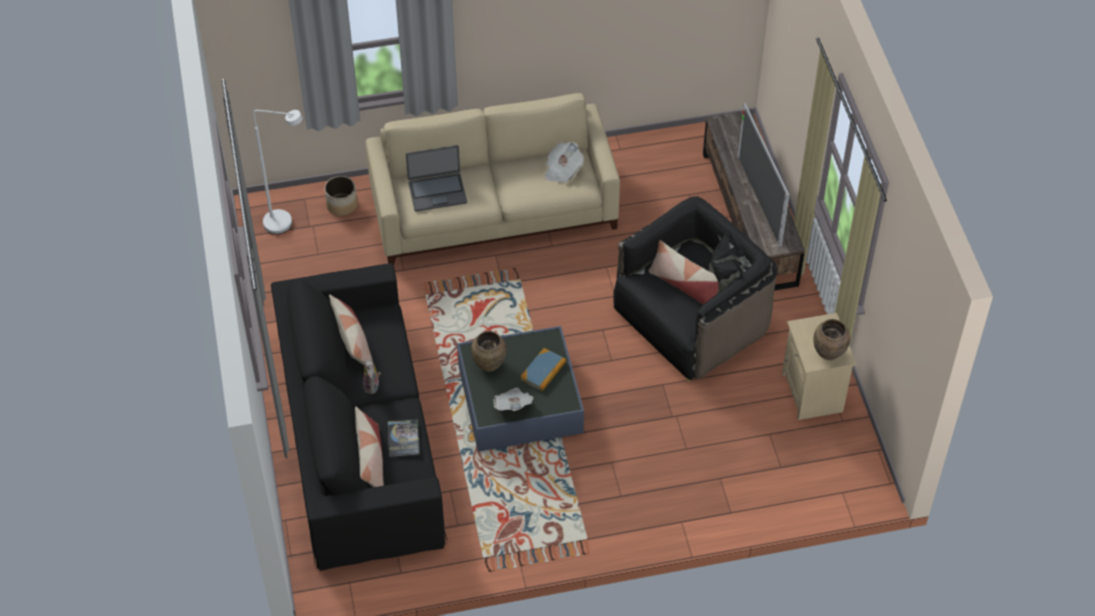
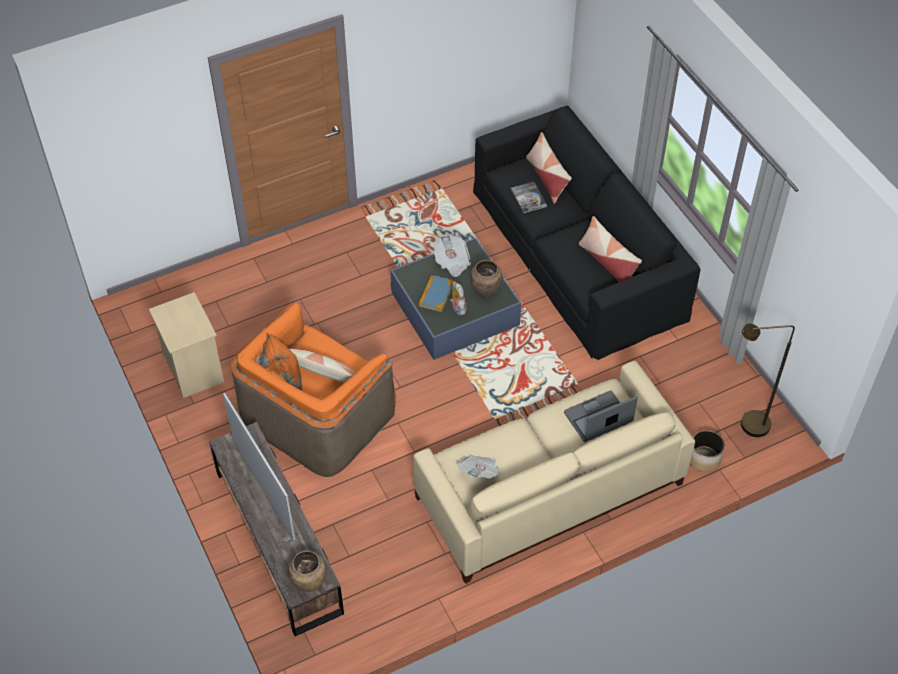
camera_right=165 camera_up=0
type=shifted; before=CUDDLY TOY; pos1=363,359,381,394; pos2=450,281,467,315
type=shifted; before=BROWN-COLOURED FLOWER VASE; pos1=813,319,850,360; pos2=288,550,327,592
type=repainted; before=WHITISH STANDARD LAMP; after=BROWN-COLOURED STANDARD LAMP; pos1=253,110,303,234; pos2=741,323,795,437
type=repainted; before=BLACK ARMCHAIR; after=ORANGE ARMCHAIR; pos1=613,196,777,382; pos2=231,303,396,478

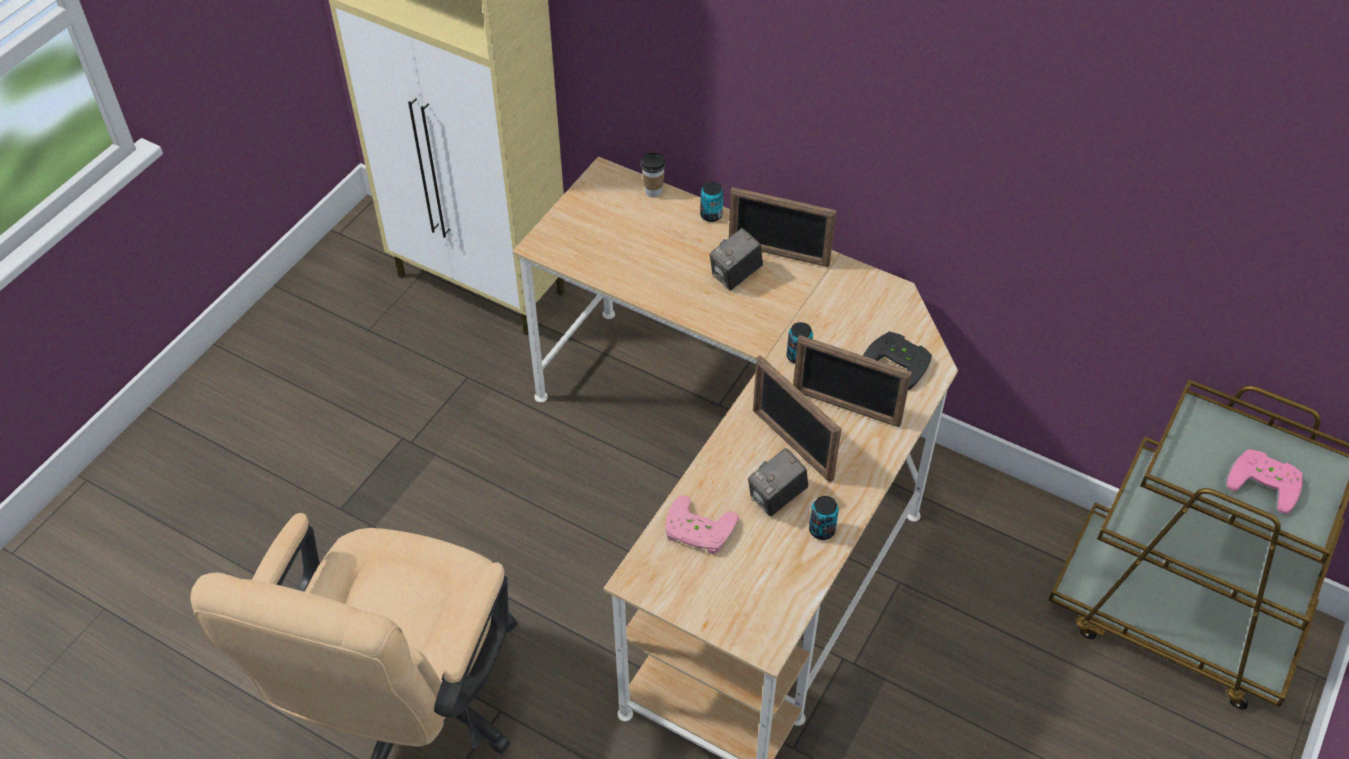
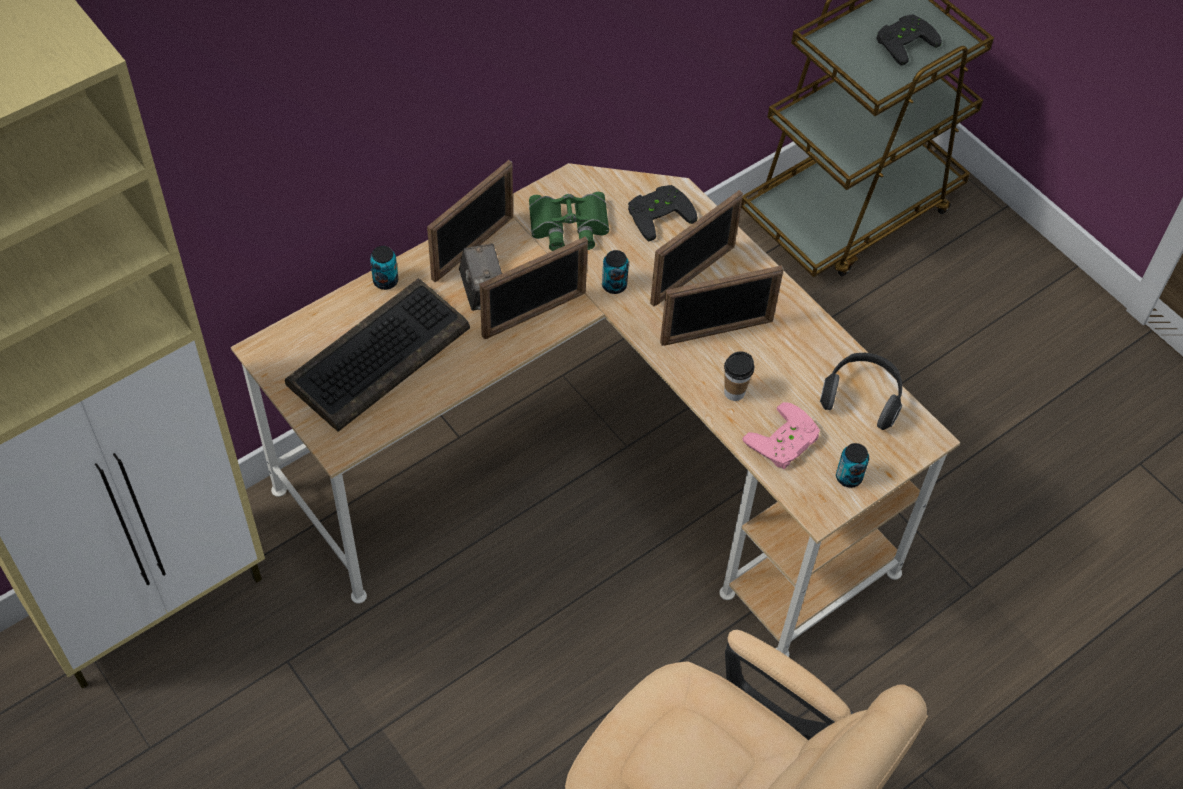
camera_right=-70 camera_up=5
type=gone; before=PHOTO CAMERA; pos1=748,448,808,517
type=new; after=PC KEYBOARD; pos2=285,279,470,432
type=new; after=STANDING FRAME; pos2=480,236,588,339
type=new; after=GREENISH PAIR OF BINOCULARS; pos2=529,192,609,251
type=new; after=HEADPHONES; pos2=820,353,902,430
type=shifted; before=SMALL CUP; pos1=641,152,666,198; pos2=724,351,754,401
type=shifted; before=METAL CAN; pos1=809,496,839,540; pos2=836,443,869,488
type=repainted; before=PINK-COLOURED JOYPAD; after=BLACK JOYPAD; pos1=1227,449,1302,514; pos2=876,14,942,66

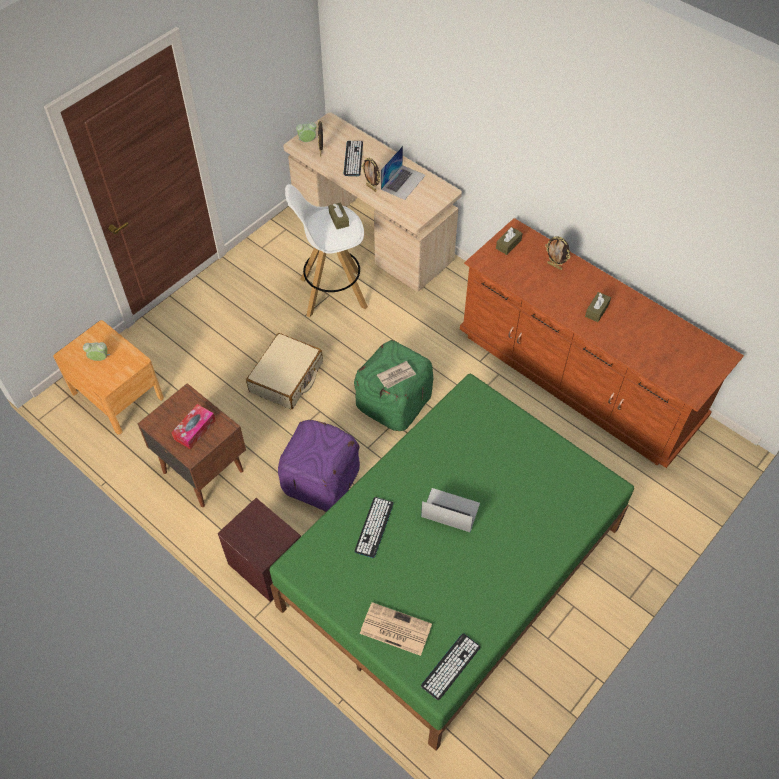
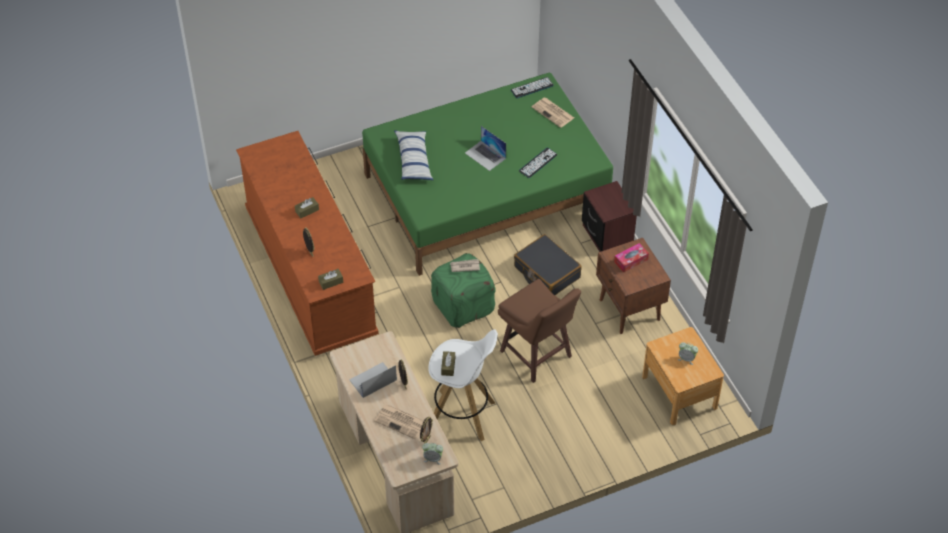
camera_right=-155 camera_up=-5
type=new; after=PILLOW; pos2=394,130,433,180
type=swapped; before=BEIGE-COLOURED PIECE OF LUGGAGE; after=BROWN-COLOURED STOOL SEAT; pos1=246,333,323,409; pos2=498,279,581,383
type=swapped; before=PURPLE-COLOURED OTTOMAN; after=BLACK PIECE OF LUGGAGE; pos1=278,420,360,512; pos2=514,234,582,295
type=swapped; before=PC KEYBOARD; after=DAILY PAPER; pos1=344,141,363,176; pos2=374,404,424,440

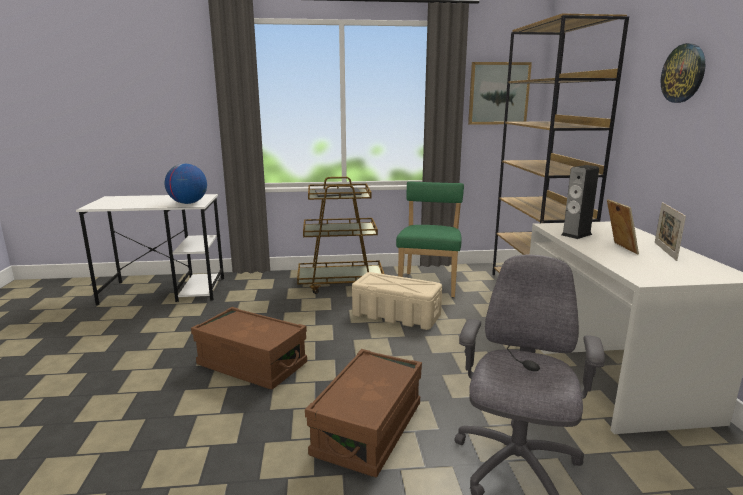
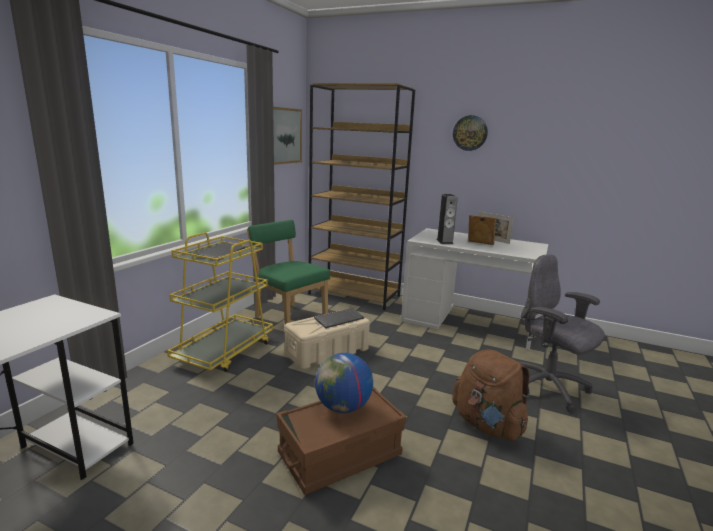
camera_right=-60 camera_up=0
type=new; after=PC KEYBOARD; pos2=314,308,364,329
type=shifted; before=GLOBE; pos1=165,163,207,204; pos2=315,353,373,413
type=swapped; before=BROWN-COLOURED STORAGE BIN; after=BROWN-COLOURED KNAPSACK; pos1=305,349,422,478; pos2=452,349,530,441
type=repainted; before=BROWN-COLOURED CART; after=YELLOWISH CART; pos1=297,177,384,294; pos2=167,232,273,372

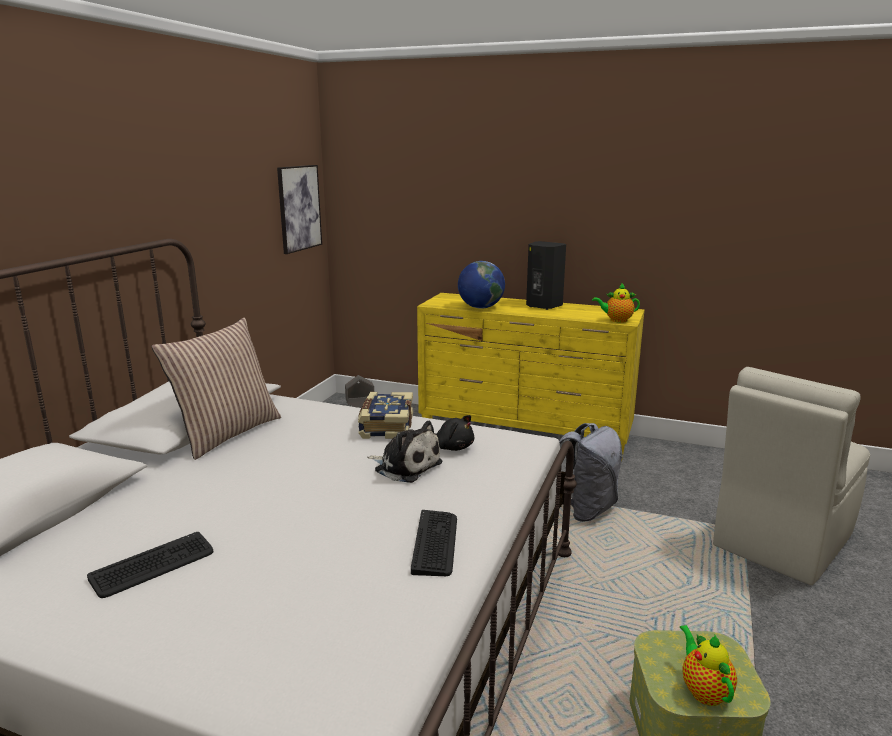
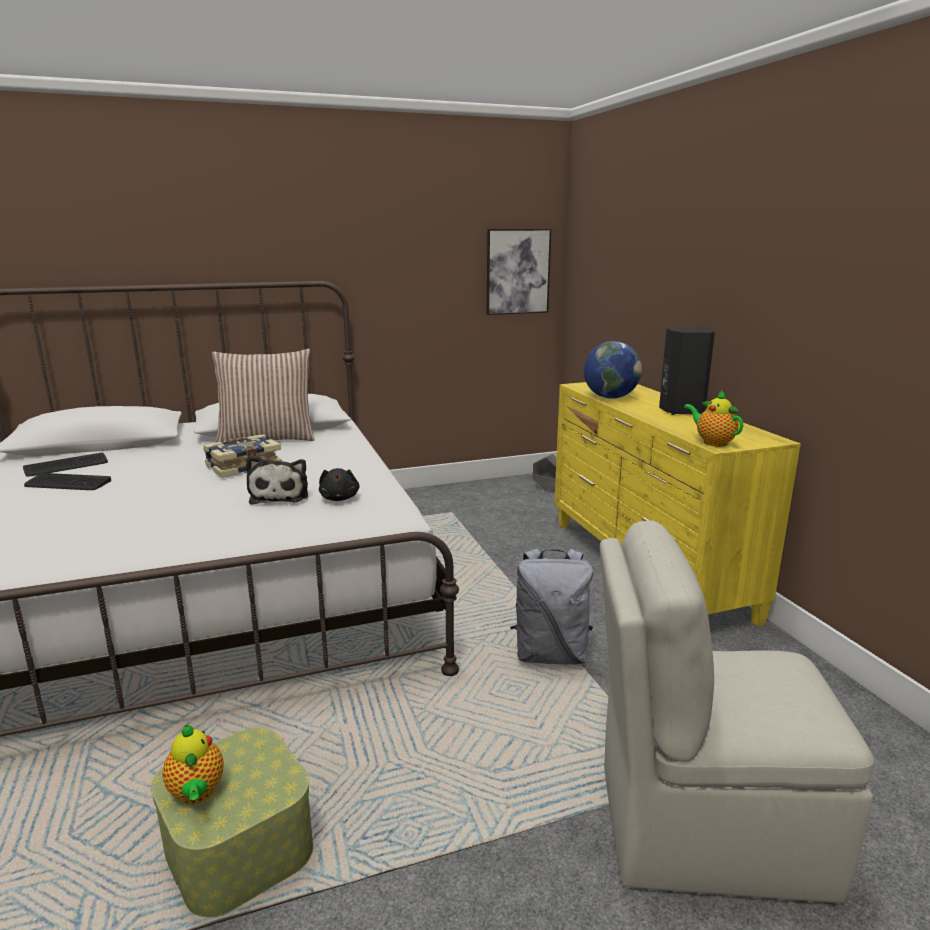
camera_right=50 camera_up=0
type=shifted; before=BOOK; pos1=358,392,413,439; pos2=203,434,282,478
type=shifted; before=PC KEYBOARD; pos1=411,510,457,576; pos2=23,453,108,477
type=rotated; before=TEAPOT; pos1=680,625,737,706; pos2=162,723,224,804; turn=120

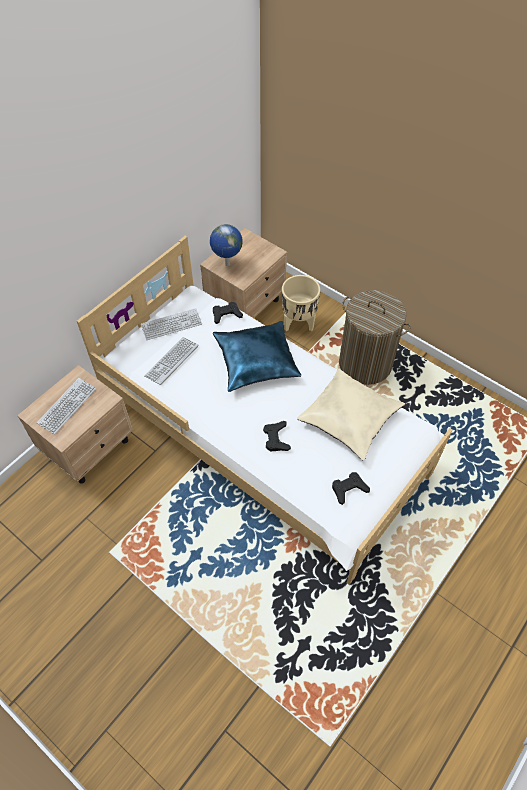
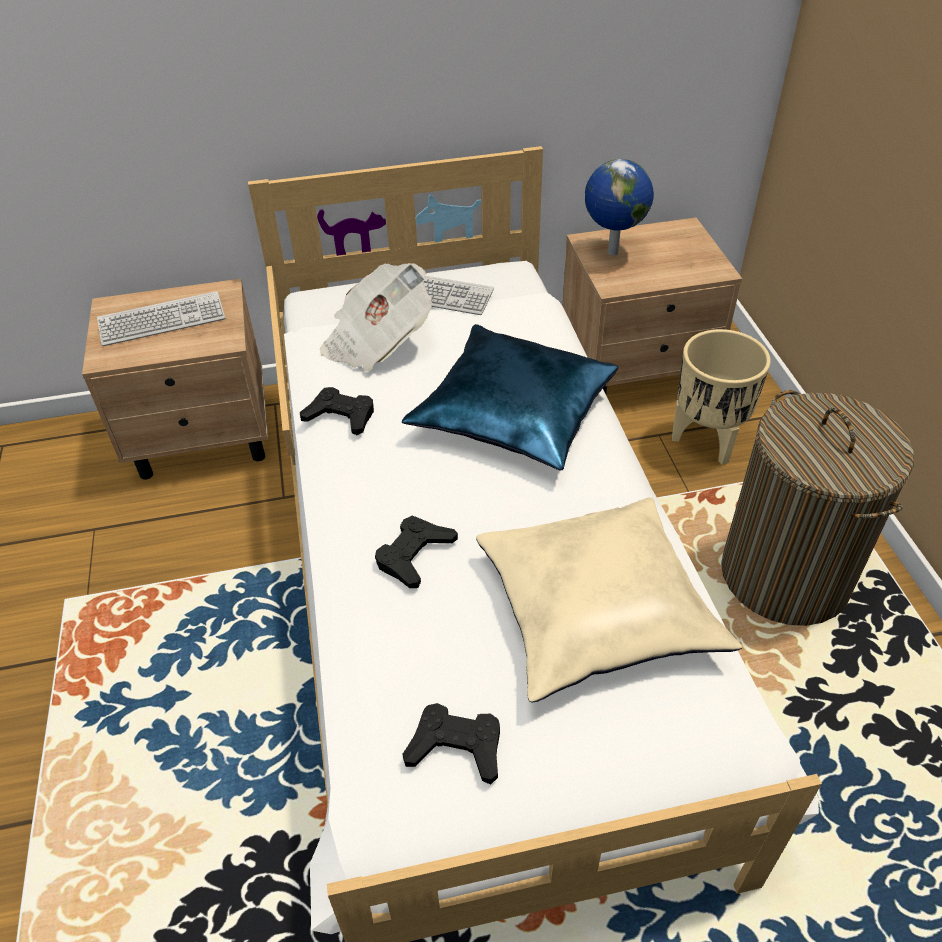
camera_right=40 camera_up=-10
type=shifted; before=BLACK JOYPAD; pos1=213,302,243,324; pos2=300,387,374,435
type=swapped; before=PC KEYBOARD; after=DAILY PAPER; pos1=144,337,199,385; pos2=320,263,432,371

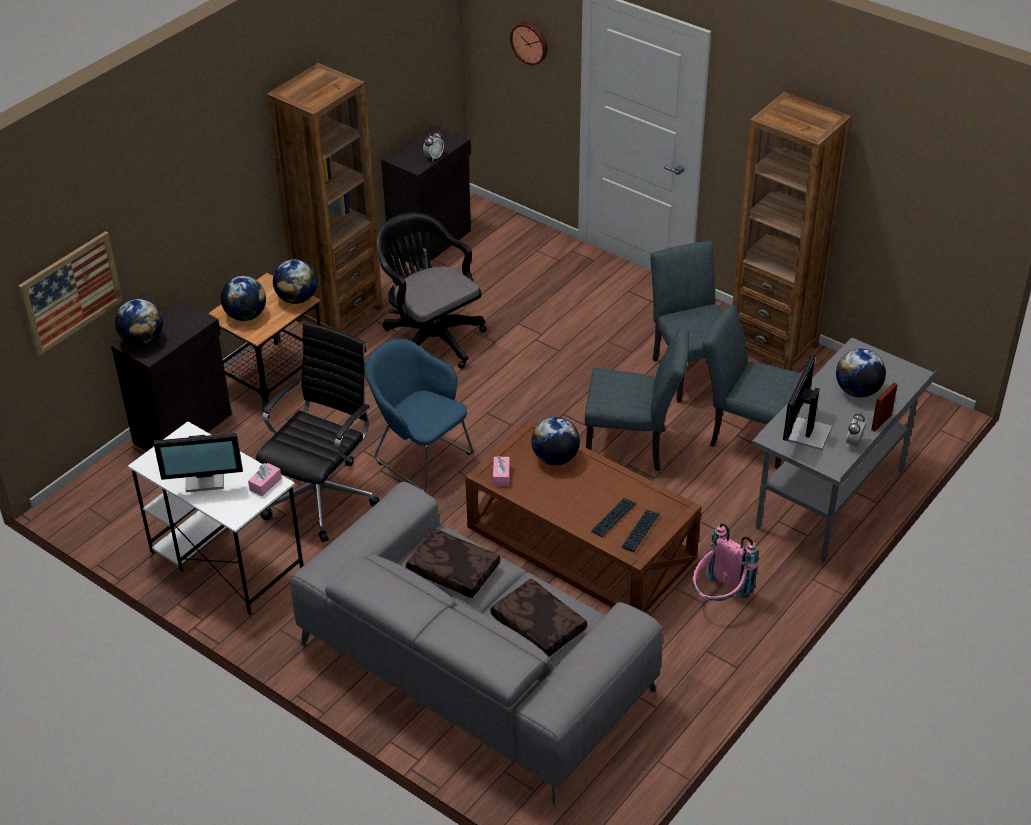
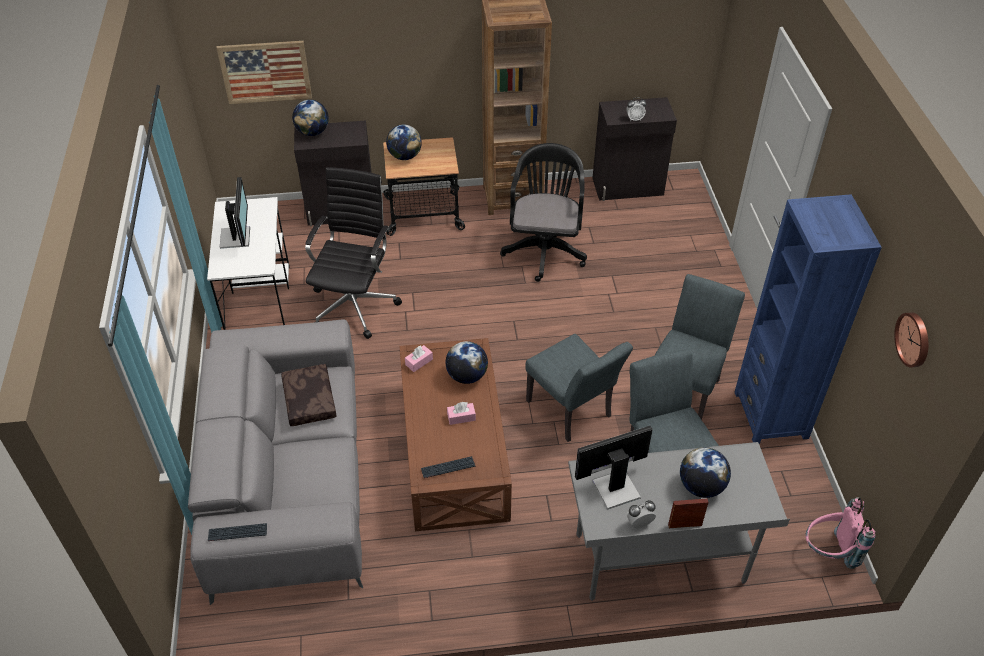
camera_right=45 camera_up=5
type=gone; before=GLOBE; pos1=273,259,317,304
type=gone; before=BLUE ARMCHAIR; pos1=366,338,473,492
type=gone; before=BROWN-COLOURED PILLOW; pos1=490,578,587,657
type=shifted; before=PINK-COLOURED TISSUE BOX; pos1=248,463,282,496; pos2=447,402,476,425
type=shifted; before=WALL CLOCK; pos1=510,23,548,65; pos2=894,312,928,368
type=shifted; before=PC KEYBOARD; pos1=591,498,636,537; pos2=208,523,267,541
type=shifted; before=PINK-COLOURED KNAPSACK; pos1=692,523,759,601; pos2=805,497,876,569
type=repainted; before=BROWN-COLOURED BOOKSHELF; after=BLUE BOOKSHELF; pos1=732,92,852,371; pos2=734,194,882,444
type=rotated; before=COMPUTER SCREEN; pos1=154,433,243,492; pos2=220,177,250,249; turn=-135
type=rotated; before=BLACK OFFICE CHAIR; pos1=256,322,380,542; pos2=305,167,402,339; turn=-60

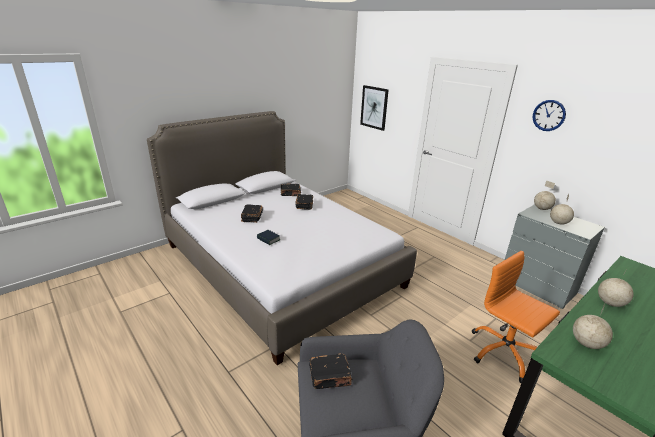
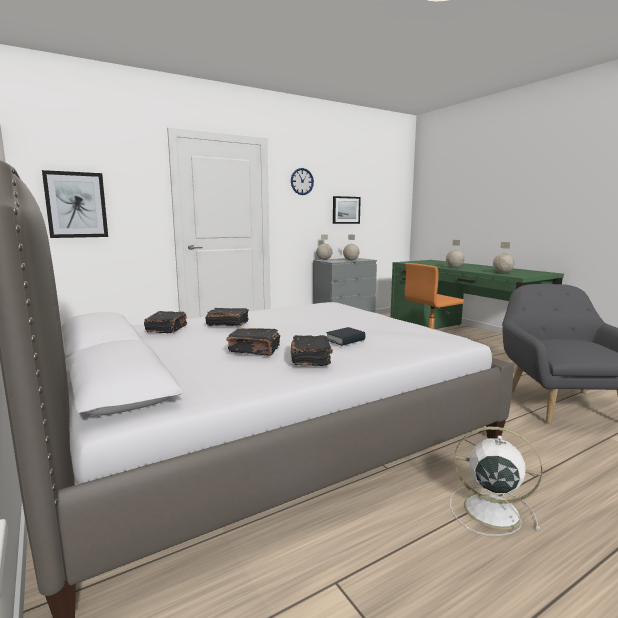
camera_right=-80 camera_up=-15
type=new; after=WALL ART; pos2=333,196,361,224
type=new; after=WHITISH FAN; pos2=450,427,543,536
type=shifted; before=BLACK BOOK; pos1=309,353,353,389; pos2=291,335,333,366

